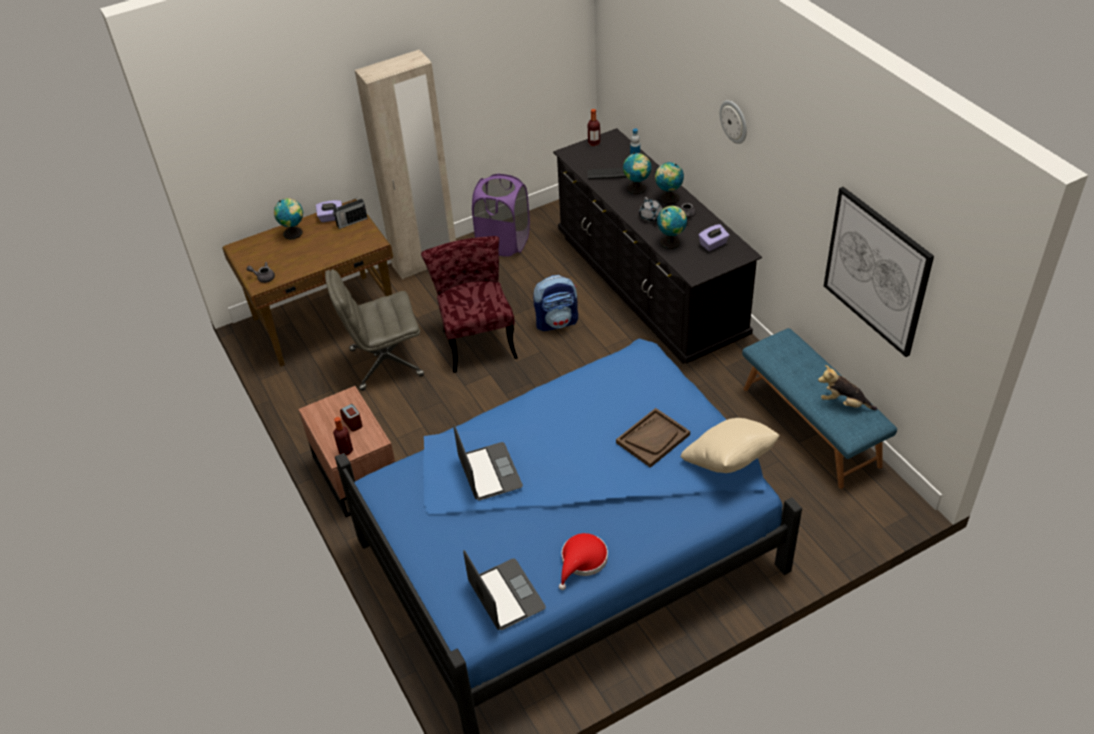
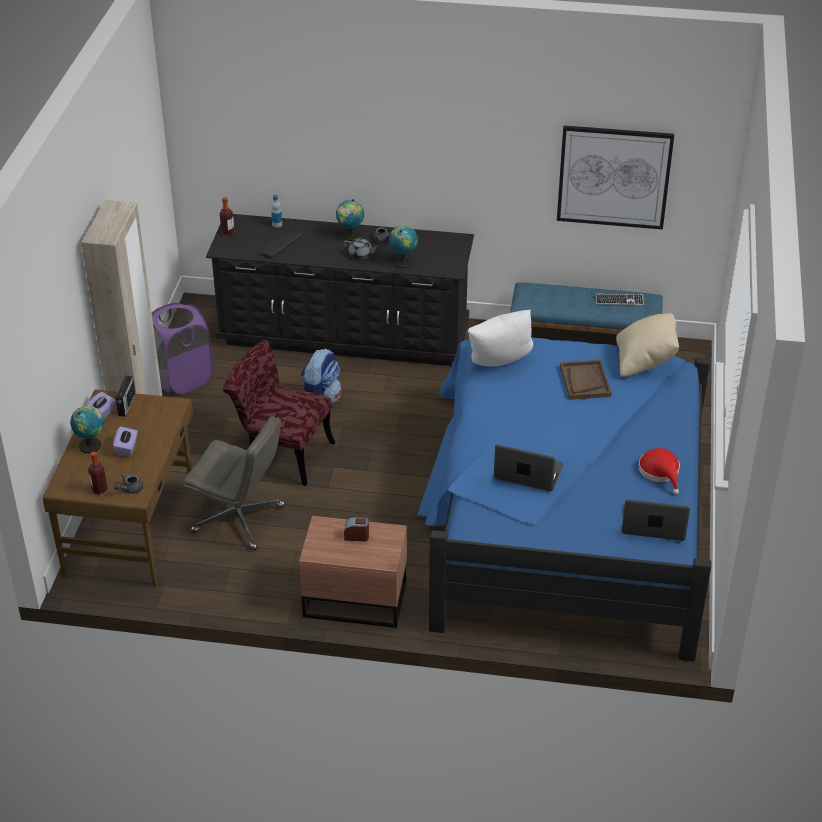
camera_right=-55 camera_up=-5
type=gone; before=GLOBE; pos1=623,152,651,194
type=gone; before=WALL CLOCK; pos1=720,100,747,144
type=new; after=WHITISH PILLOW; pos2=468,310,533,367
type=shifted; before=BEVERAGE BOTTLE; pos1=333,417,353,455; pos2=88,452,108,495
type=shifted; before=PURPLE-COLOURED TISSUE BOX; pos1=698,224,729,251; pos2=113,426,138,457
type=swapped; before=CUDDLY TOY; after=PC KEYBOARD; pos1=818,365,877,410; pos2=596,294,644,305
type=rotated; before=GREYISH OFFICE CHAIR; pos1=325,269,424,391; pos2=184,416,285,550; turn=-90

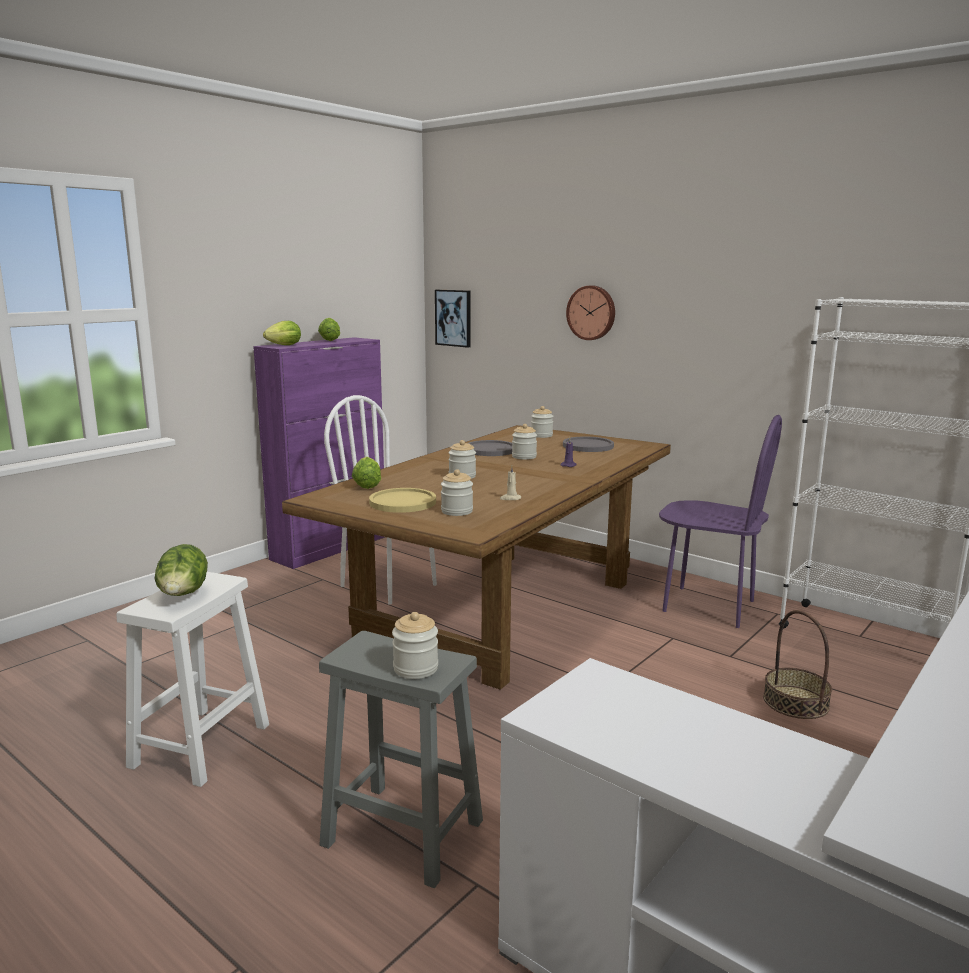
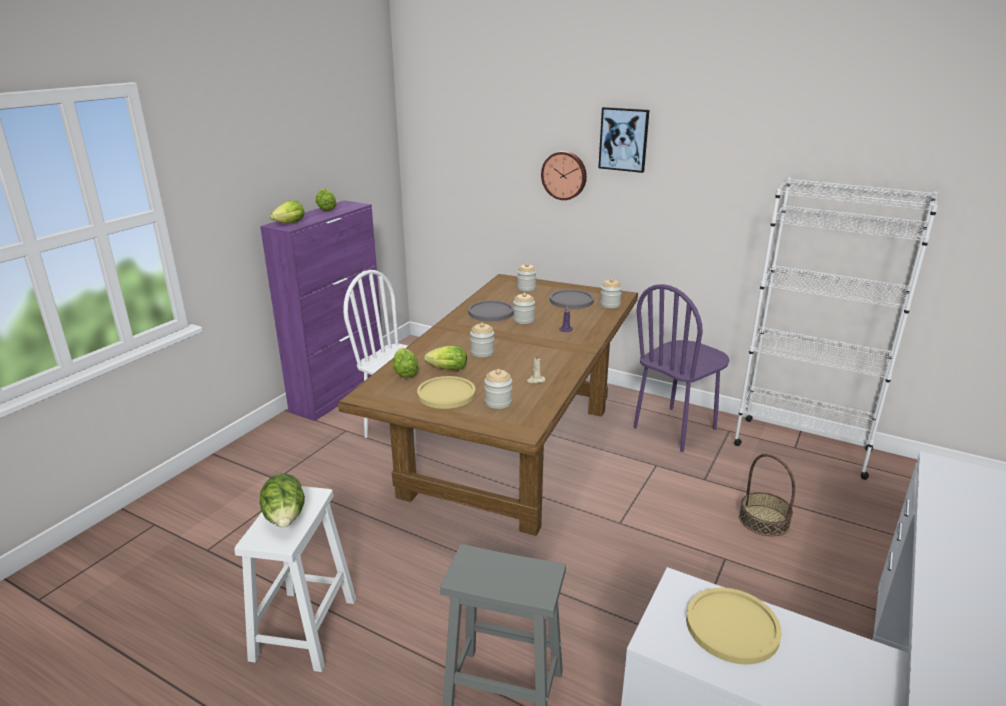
camera_right=-10 camera_up=10
type=new; after=LETTUCE HEAD; pos2=424,346,467,371
type=new; after=YELLOWISH DINNER PLATE; pos2=686,588,782,665
type=shifted; before=PRESERVE JAR; pos1=392,612,438,679; pos2=600,278,622,308
type=shifted; before=WALL ART; pos1=435,290,471,348; pos2=598,107,649,173
type=rotated; before=PURPLE-COLOURED PLAIN CHAIR; pos1=659,415,782,628; pos2=634,284,729,452; turn=120

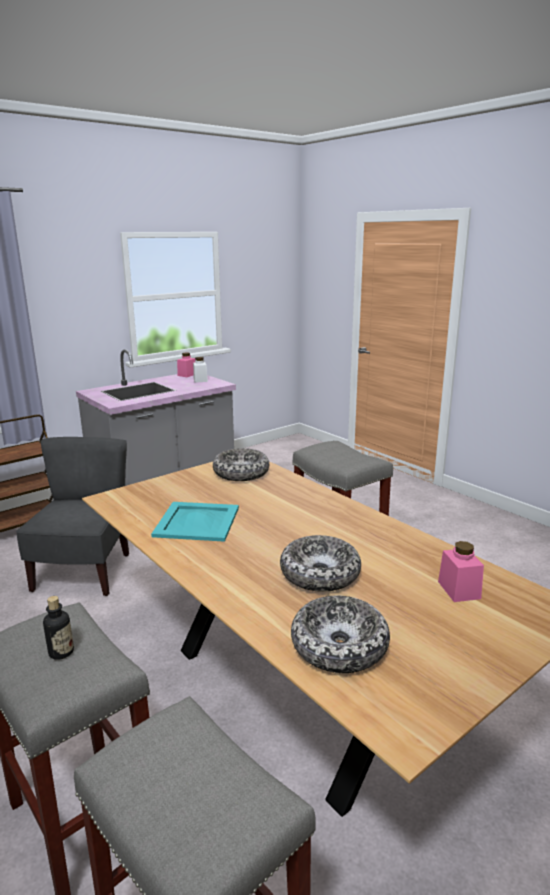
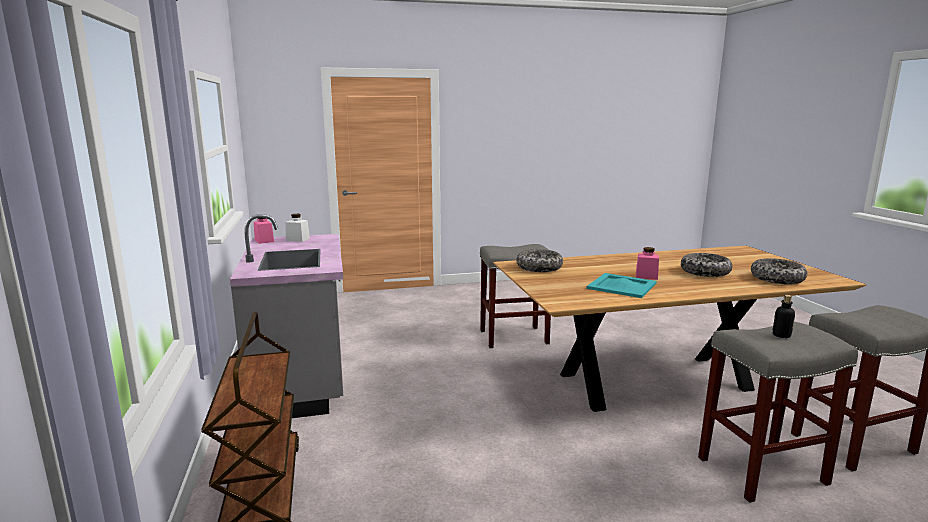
camera_right=-65 camera_up=-5
type=gone; before=GREYISH PLAIN CHAIR; pos1=16,437,129,596
type=shifted; before=PINK-COLOURED PRESERVE JAR; pos1=438,541,484,602; pos2=636,247,659,280

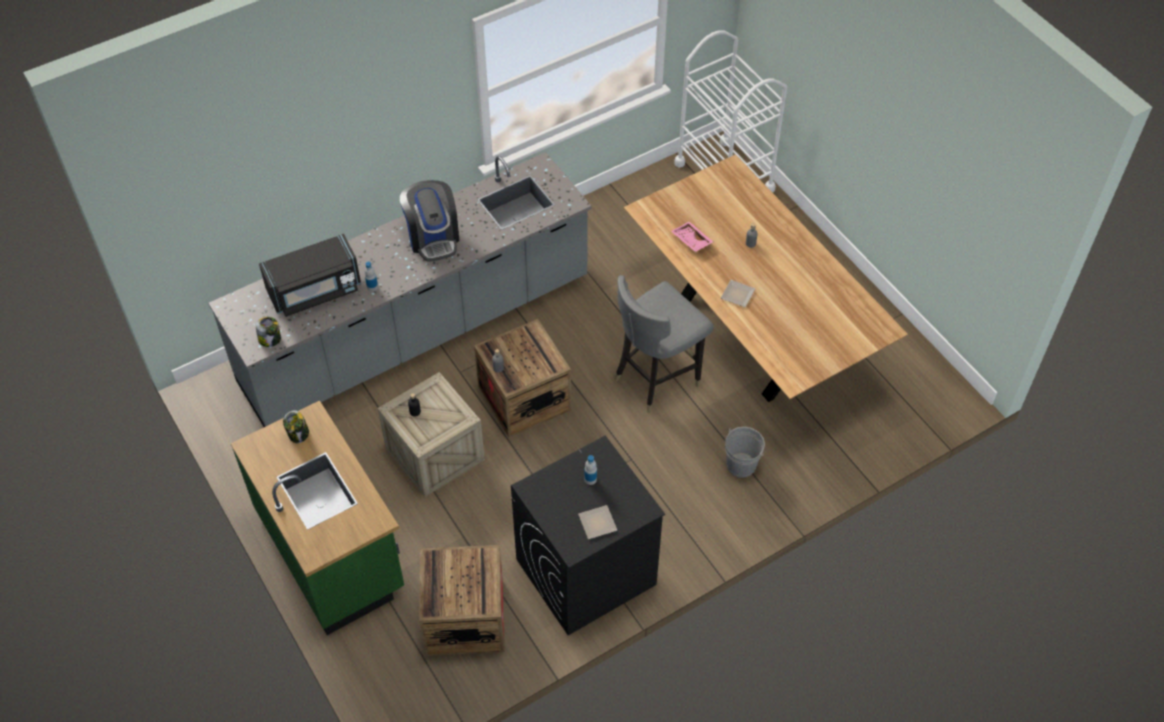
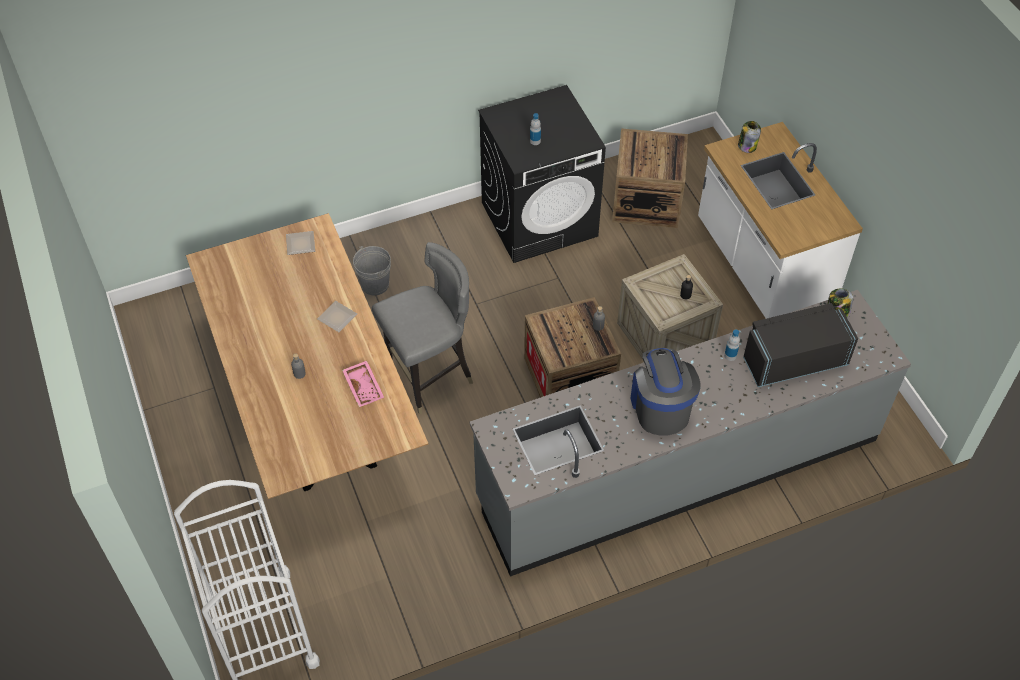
camera_right=-170 camera_up=0
type=shifted; before=PRESERVE JAR; pos1=283,410,309,443; pos2=738,121,761,153
type=shifted; before=DINNER PLATE; pos1=578,505,617,539; pos2=286,231,315,255
type=repainted; before=GREENISH KITCHEN COUNTER; after=WHITISH KITCHEN COUNTER; pos1=231,401,404,635; pos2=698,122,863,319

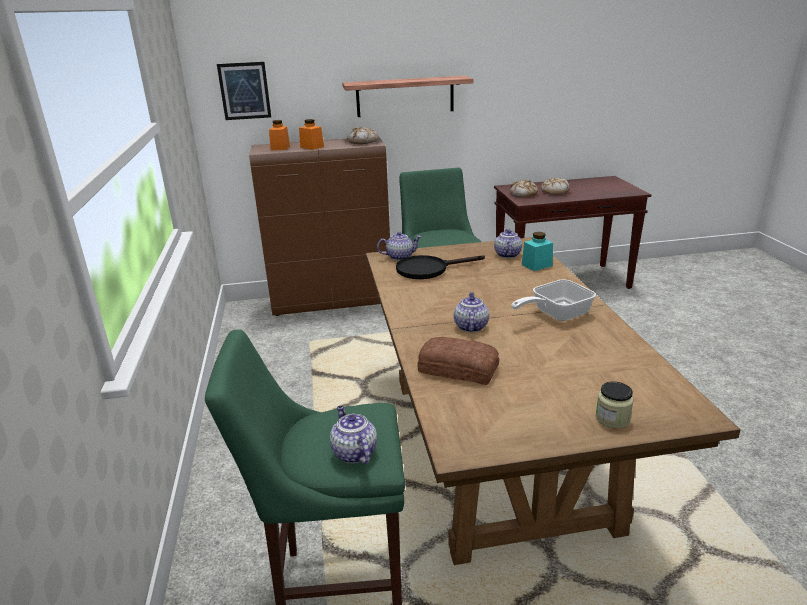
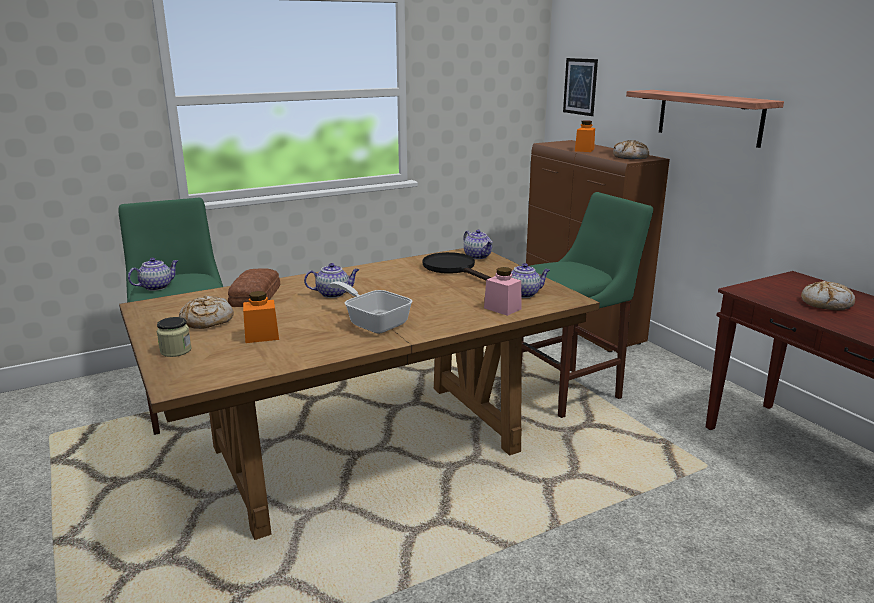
camera_right=70 camera_up=-5
type=shifted; before=ORANGE PRESERVE JAR; pos1=269,120,290,150; pos2=243,291,279,343
type=shifted; before=BREAD; pos1=510,180,538,197; pos2=179,296,234,329
type=repainted; before=TURQUOISE-COLOURED PRESERVE JAR; after=PINK-COLOURED PRESERVE JAR; pos1=522,232,553,271; pos2=484,267,521,316

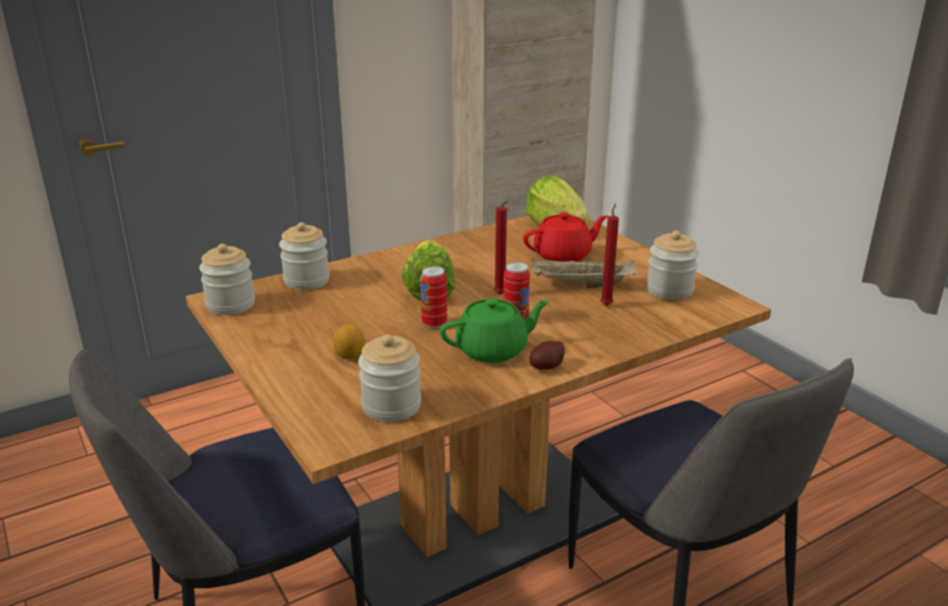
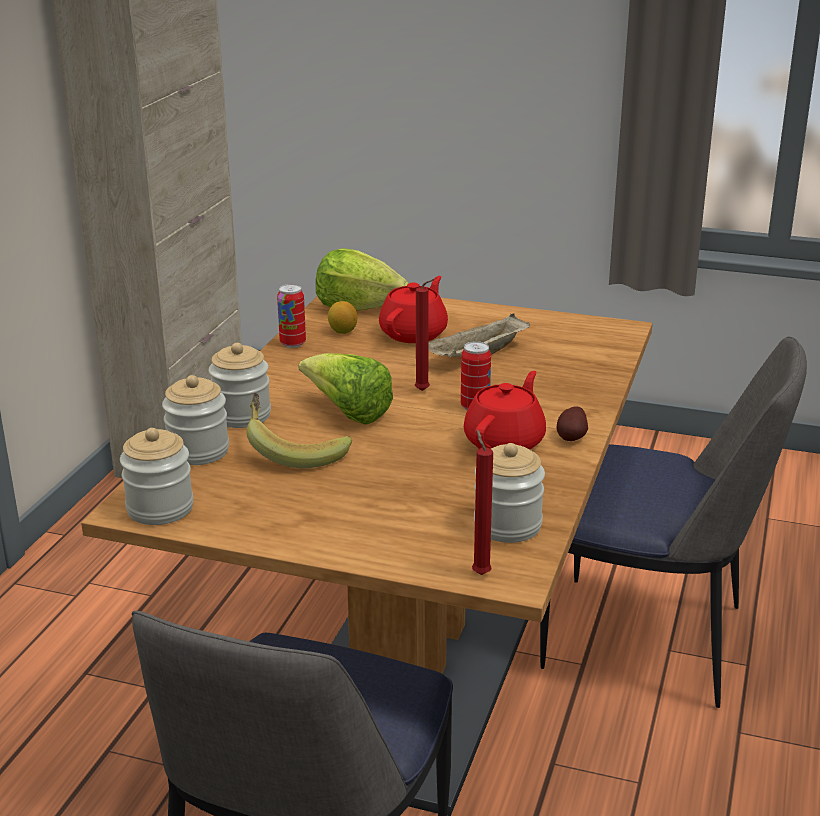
camera_right=-40 camera_up=0
type=new; after=WHOLE BANANA; pos2=246,393,352,468
type=shifted; before=WHOLE LEMON; pos1=333,325,365,360; pos2=328,301,357,334
type=shifted; before=METAL CAN; pos1=420,266,447,328; pos2=277,284,306,348
type=shifted; before=RED WAX CANDLE; pos1=600,203,619,306; pos2=472,429,493,575
type=shifted; before=PRESERVE JAR; pos1=647,231,699,300; pos2=209,343,271,428
type=repainted; before=GREENISH TEAPOT; after=RED TEAPOT; pos1=439,298,549,363; pos2=464,371,546,450

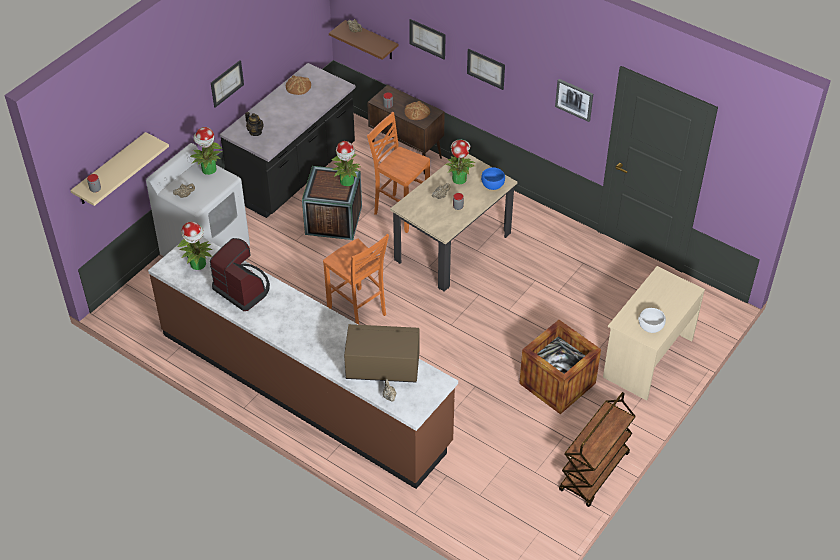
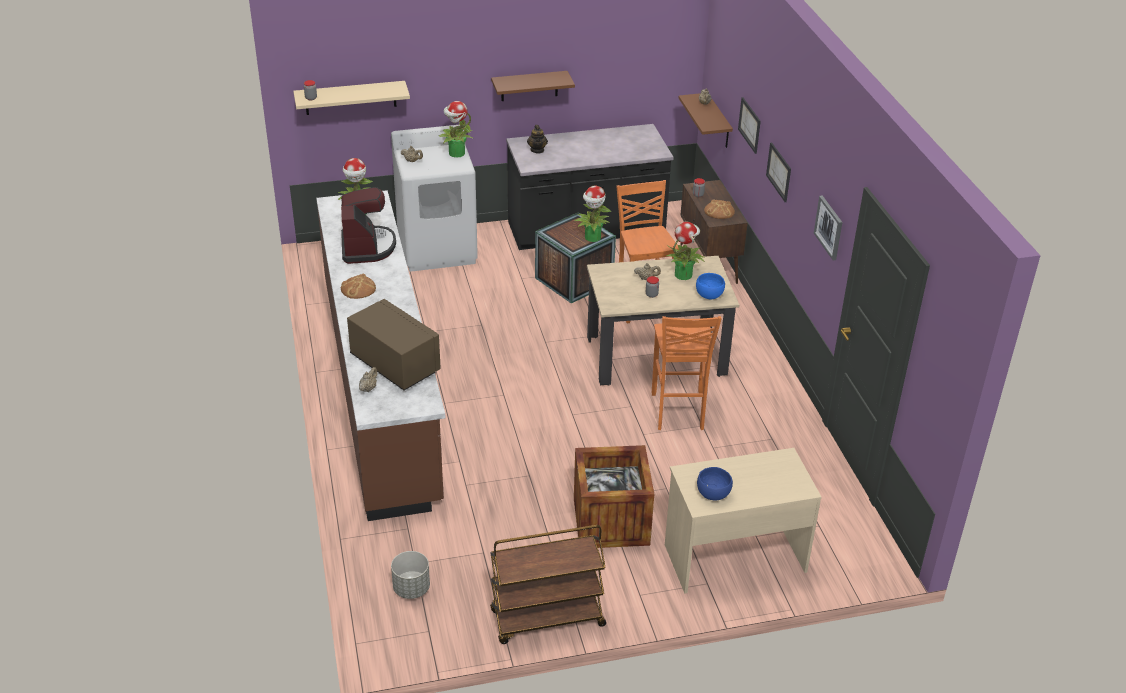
camera_right=40 camera_up=-10
type=new; after=GREYISH PLANT POT; pos2=391,551,430,599
type=shifted; before=BREAD; pos1=286,75,311,95; pos2=341,274,376,299
type=shifted; before=ORANGE STOOL SEAT; pos1=323,234,389,325; pos2=652,316,722,430
type=swapped; before=WALL ART; after=BROWN-COLOURED WALL SHELF; pos1=211,60,244,108; pos2=491,71,575,101
type=repainted; before=WHITISH BOWL; after=BLUE BOWL; pos1=638,308,666,333; pos2=697,467,733,500

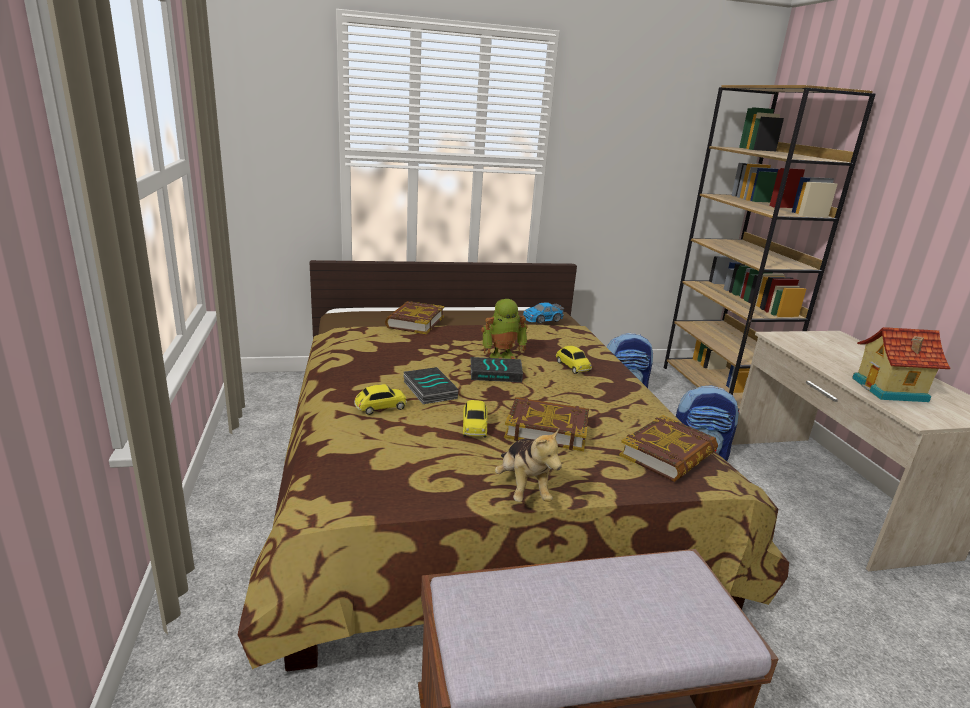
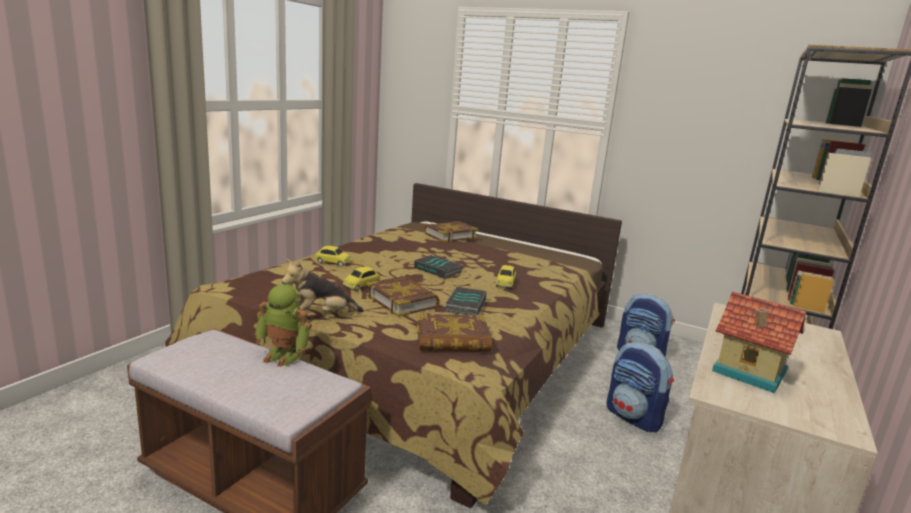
camera_right=40 camera_up=-5
type=gone; before=MINIATURE CAR; pos1=523,302,564,324
type=shifted; before=BOOK; pos1=404,367,458,404; pos2=446,287,487,315
type=shifted; before=ROBOT FIGURE; pos1=481,299,528,359; pos2=255,284,312,367
type=rotated; before=CUDDLY TOY; pos1=495,429,562,502; pos2=282,259,364,312; turn=45

